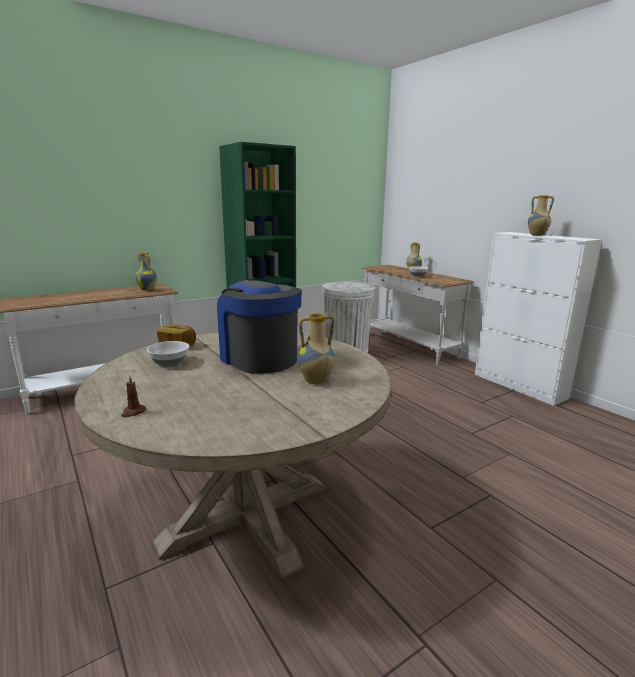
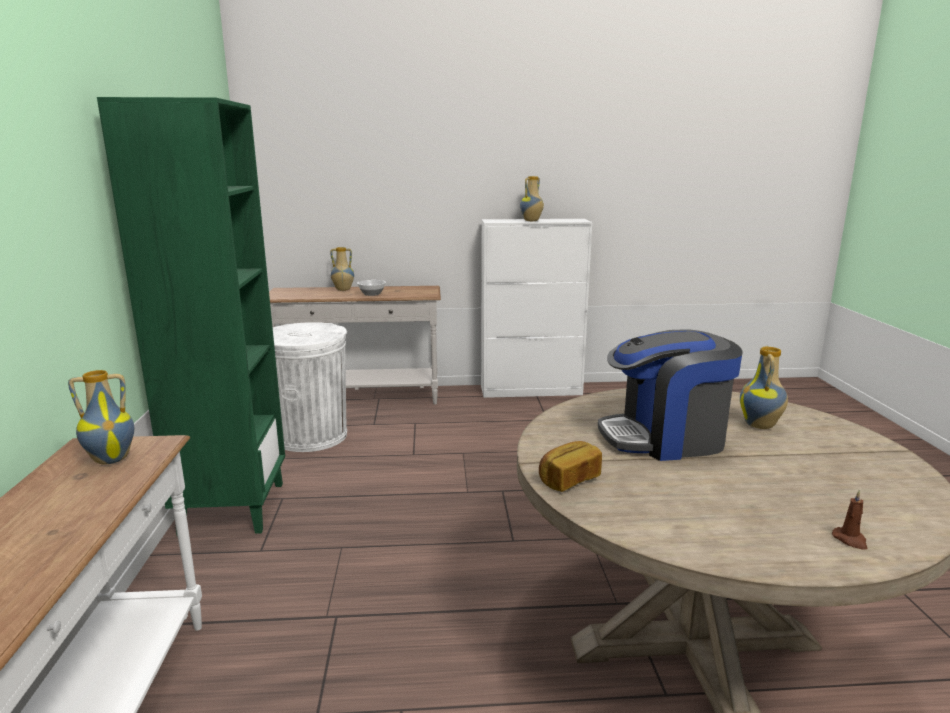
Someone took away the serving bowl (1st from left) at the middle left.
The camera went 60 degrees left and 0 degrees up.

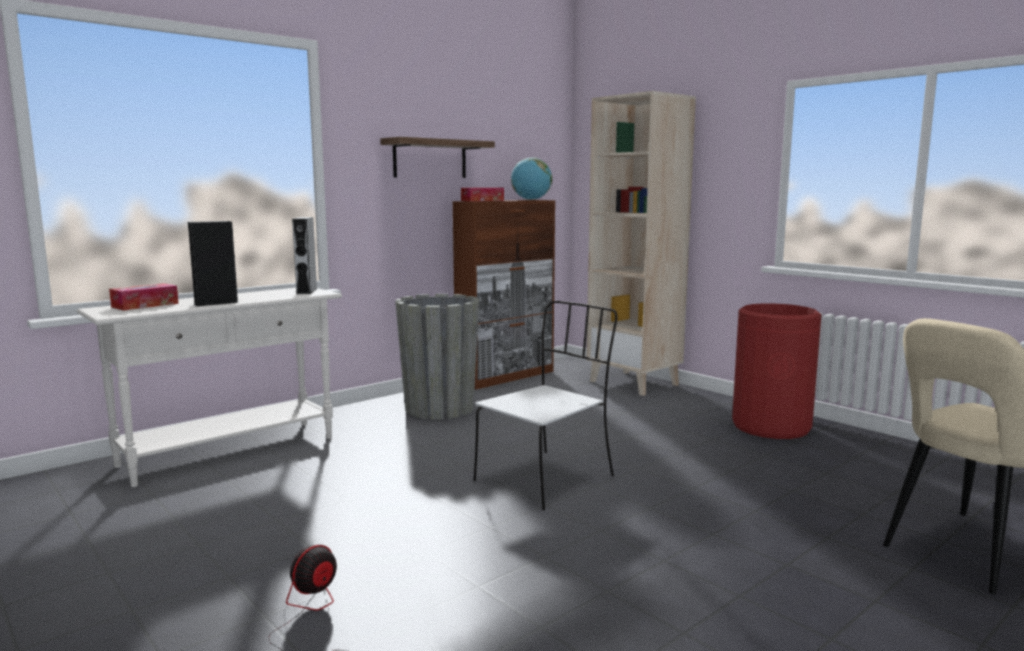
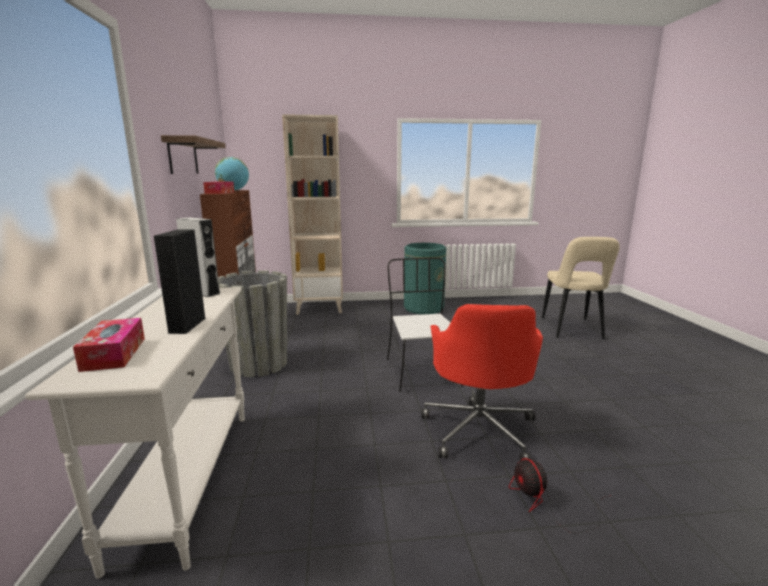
Someone repainted the trash can (reddish) at the middle right, which became the trash can (green) at the centre.
Someone put down the office chair (reddish) at the centre.
The camera went 55 degrees left and 5 degrees up.

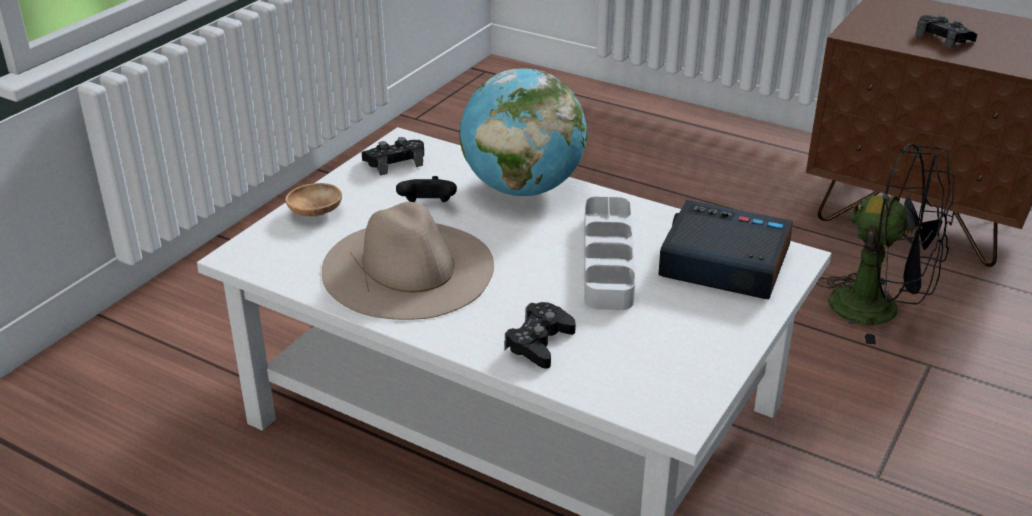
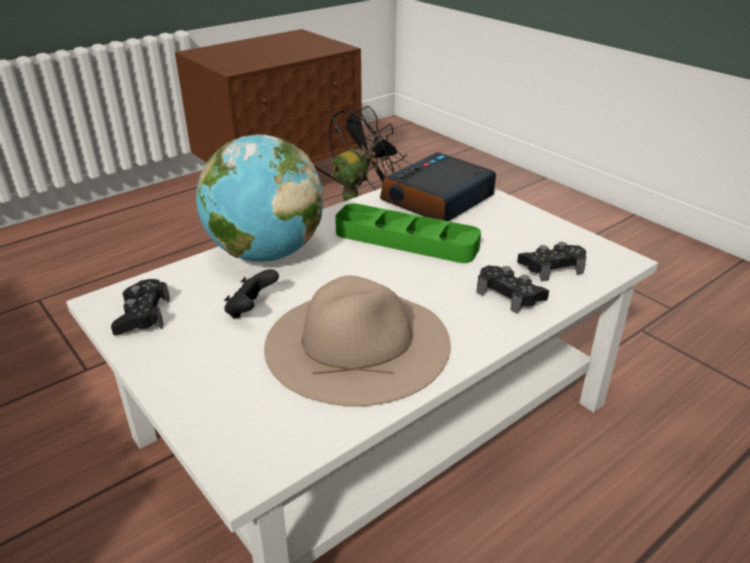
Someone carried the game controller (black-coloured) (4th from left) from the top right to the middle right.
Someone took away the serving bowl (brownish) at the middle left.
Someone repainted the tray (greyish) at the centre, which became the tray (green) at the centre.
The camera went 70 degrees left and 0 degrees up.

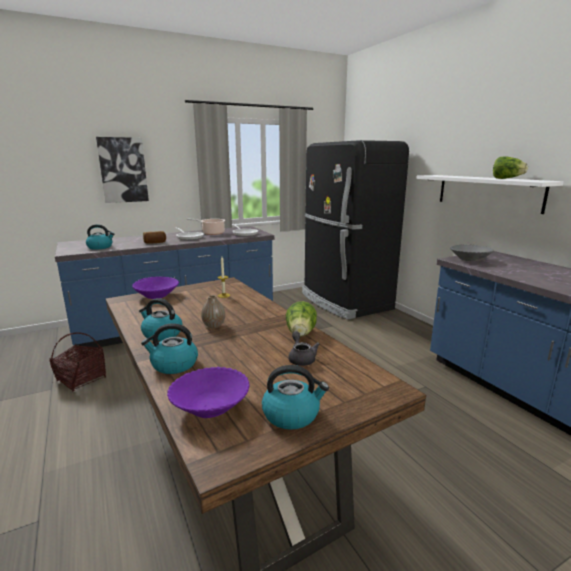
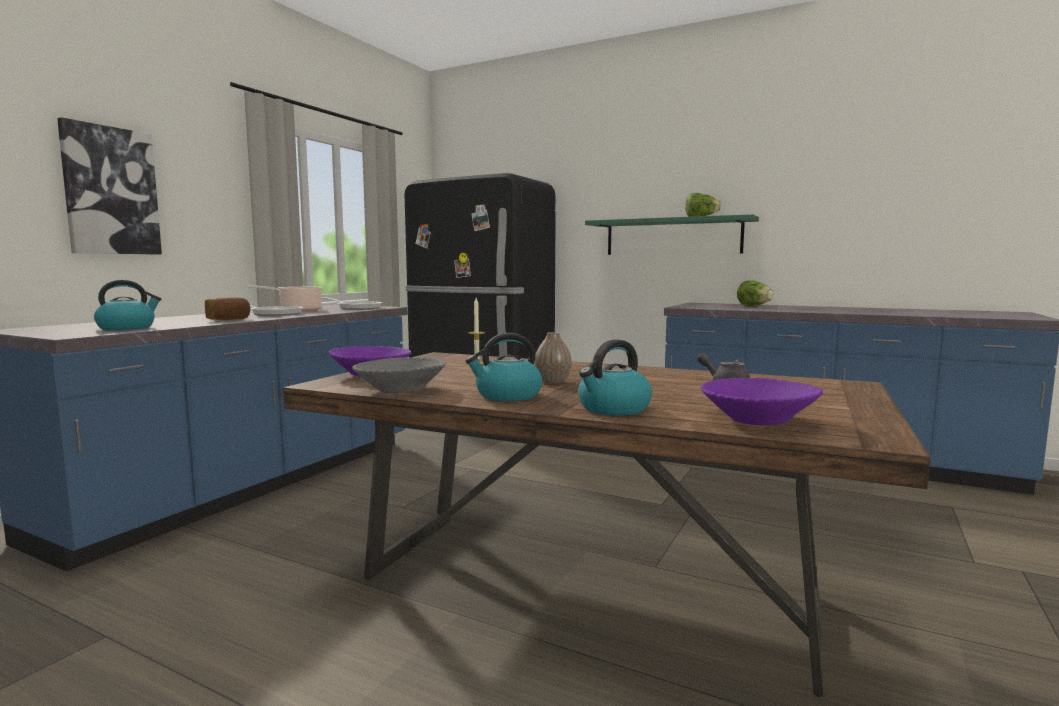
Someone repainted the shelf (white) at the middle right, which became the shelf (green) at the top centre.
Someone carried the serving bowl (greyish) from the middle right to the centre.
Someone carried the lettuce (1st from left in the first image) from the centre to the middle right.
Someone took away the basket at the middle left.
Someone took away the water kettle (4th from left) at the bottom centre.
The camera went 35 degrees left and 10 degrees down.

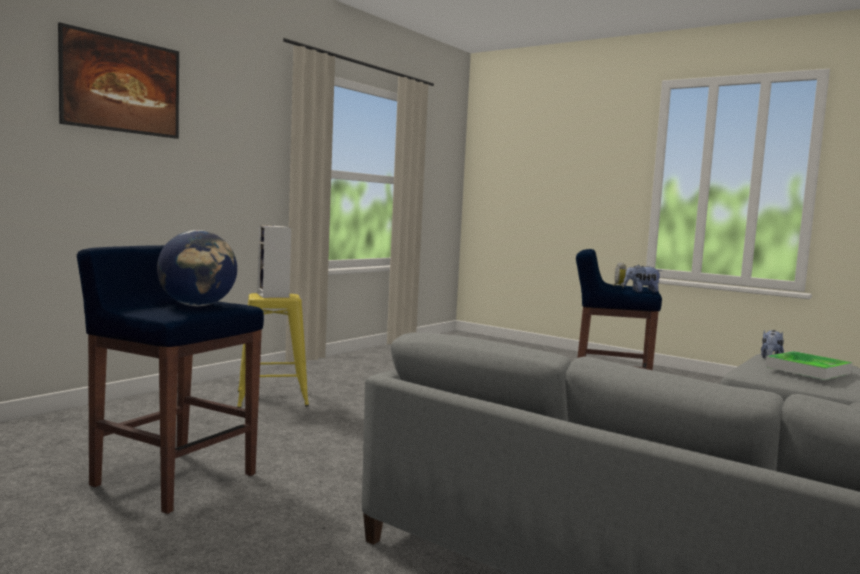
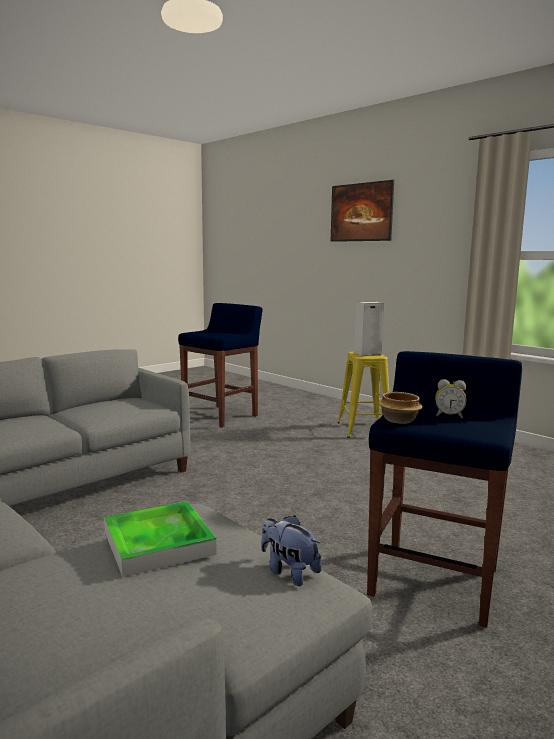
Someone took away the world globe at the middle left.
Someone swapped the plush toy (1st from left) at the middle right for the serving bowl at the middle right.
The camera went 100 degrees right and 5 degrees up.

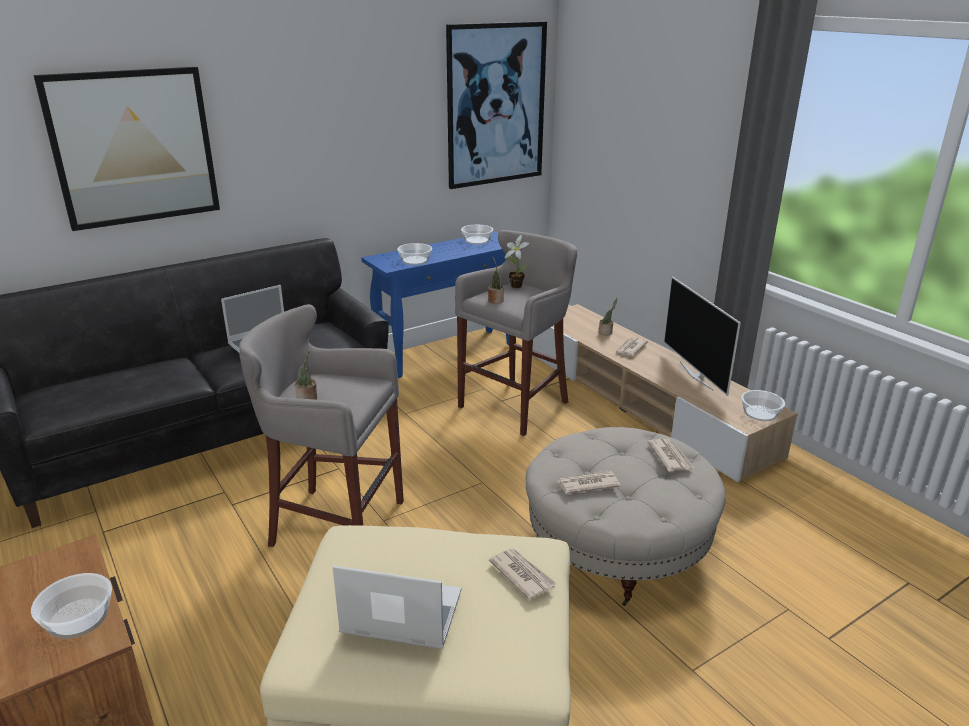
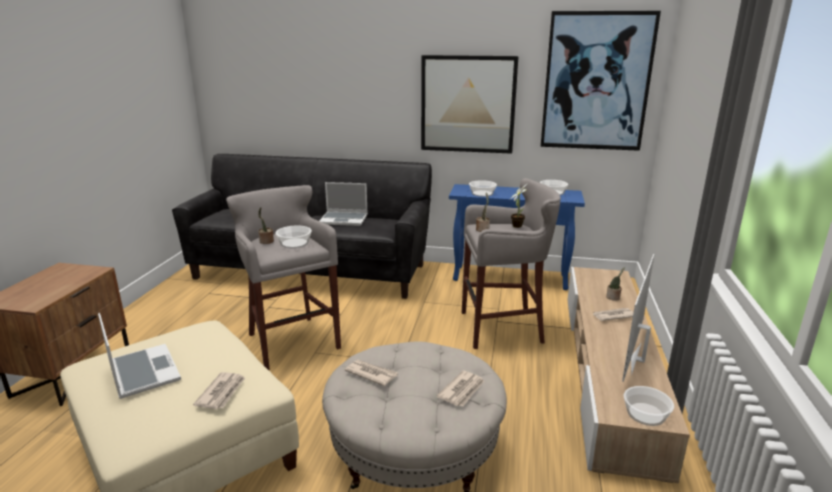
Someone carried the picture (1st from left) from the top left to the top centre.
Someone carried the serving bowl (1st from left) from the bottom left to the centre.
The camera went 45 degrees right and 5 degrees down.

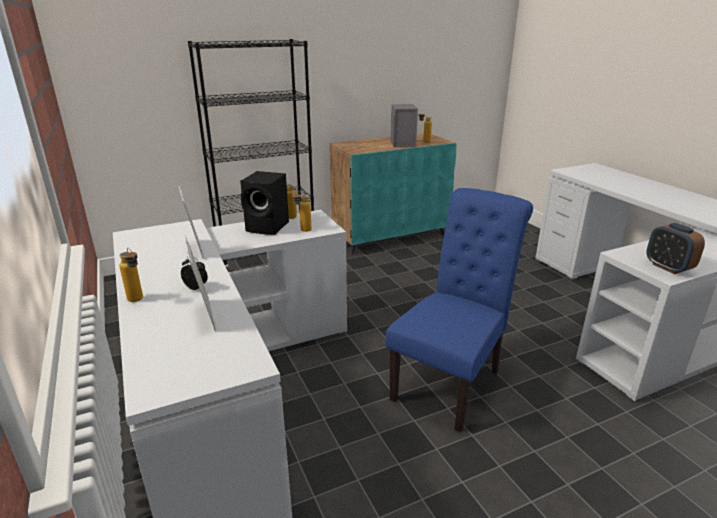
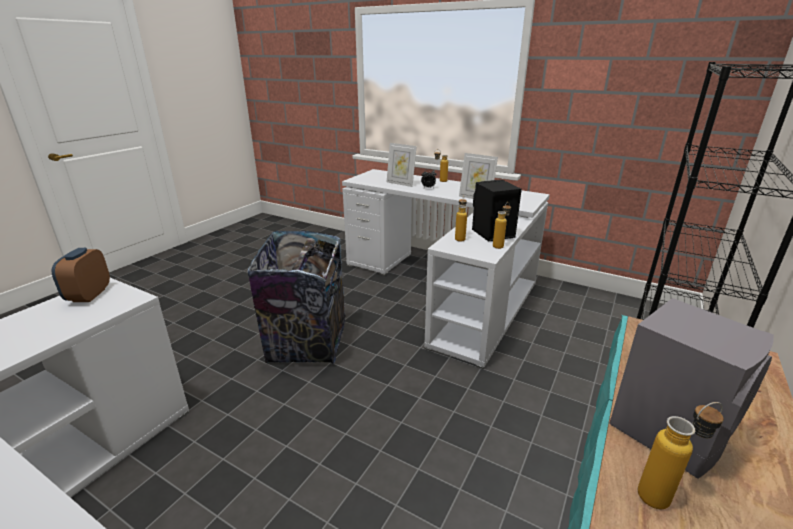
Someone swapped the upright chair (blue) at the centre for the trash can at the centre.
Someone rotated the alarm clock (2nd from left in the first image) at the middle right by 120 degrees counterclockwise.
The camera went 145 degrees right and 0 degrees up.

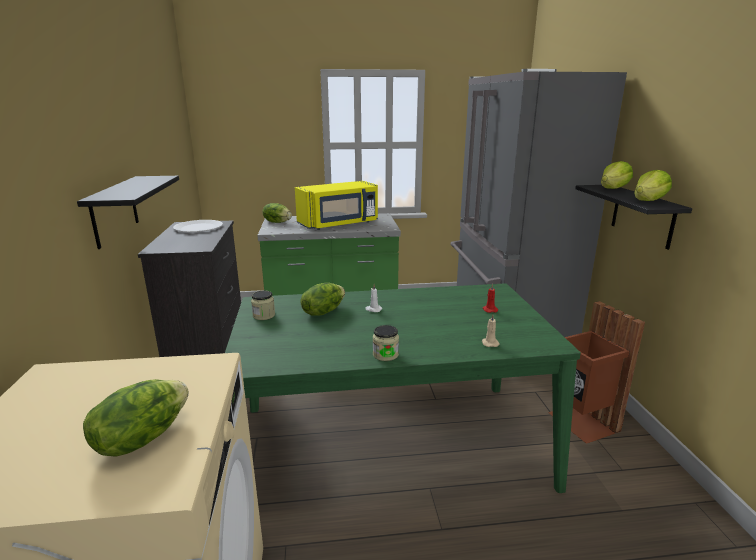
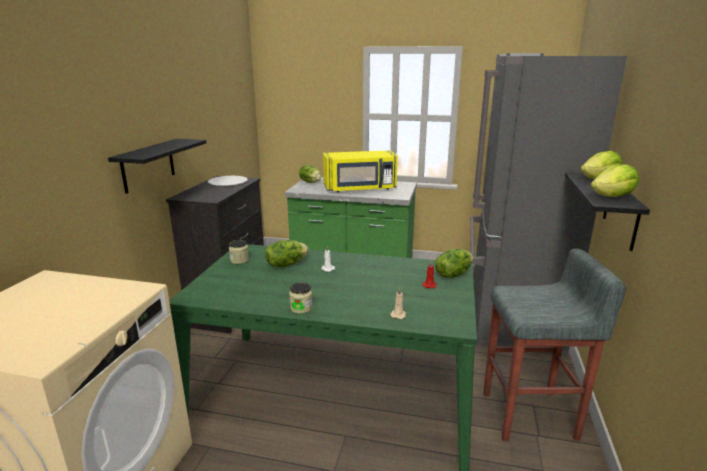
Someone swapped the trash can (brownish) at the middle right for the stool (greyish) at the bottom right.
Someone carried the lettuce (1st from left in the first image) from the bottom left to the centre.
The camera went 20 degrees right and 0 degrees up.

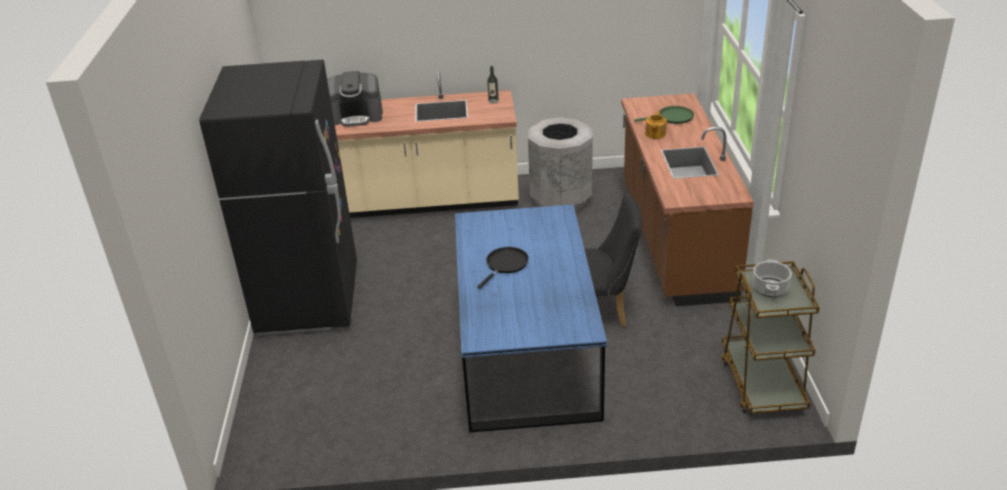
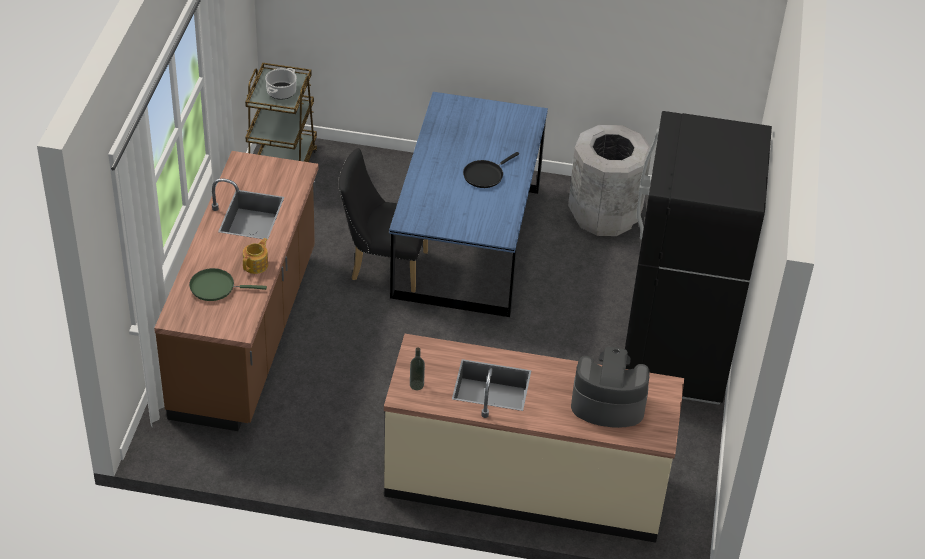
Someone carried the trash can (greyish) from the centre to the top centre.
The camera went 170 degrees left and 10 degrees up.

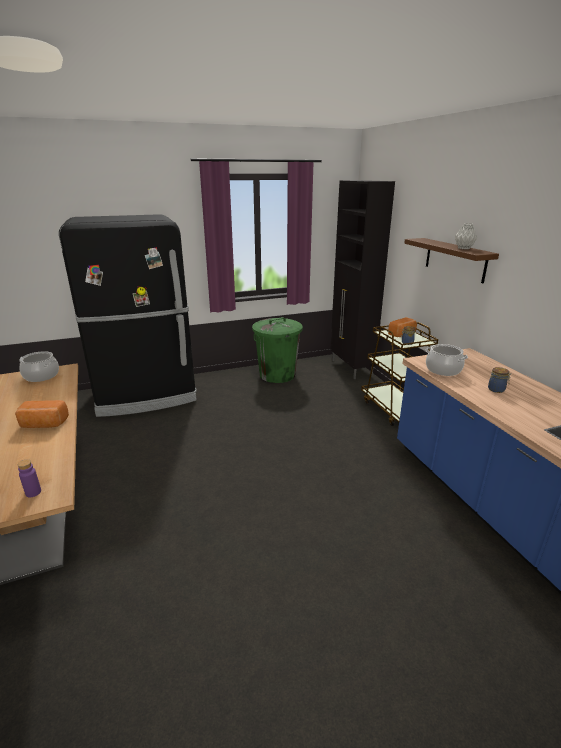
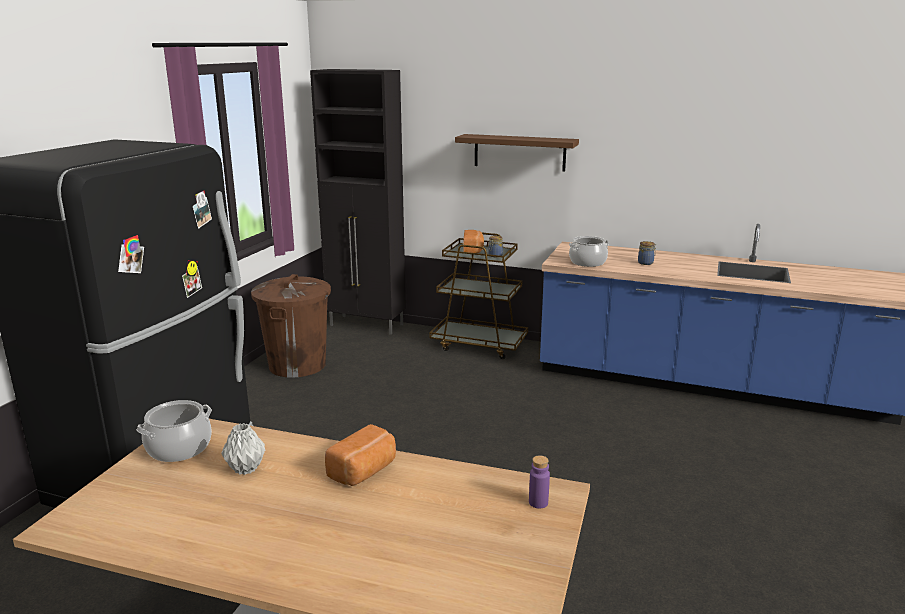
Someone carried the decorative vase (greyish) from the top right to the bottom left.
Someone repainted the trash can (green) at the centre, which became the trash can (brownish) at the middle left.
The camera went 50 degrees left and 5 degrees down.

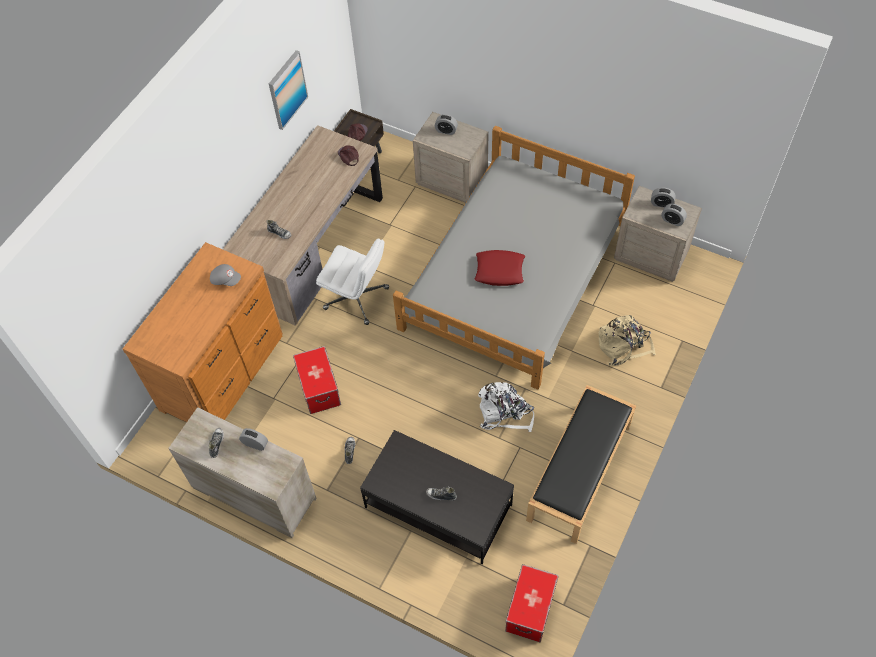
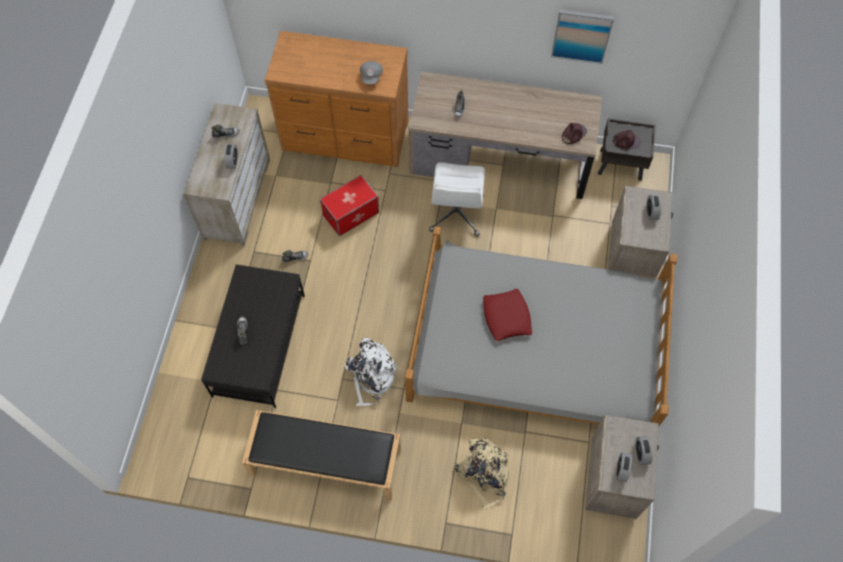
Someone took away the storage box (2nd from left) at the bottom centre.
The camera went 70 degrees right and 5 degrees up.

